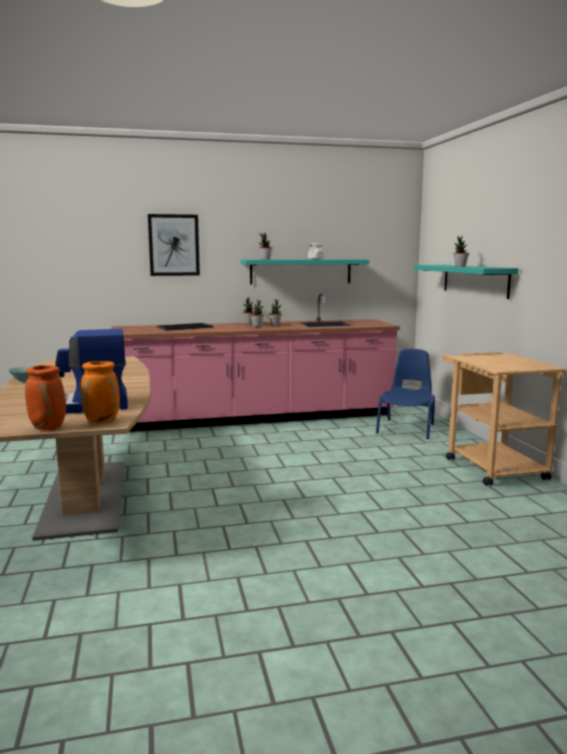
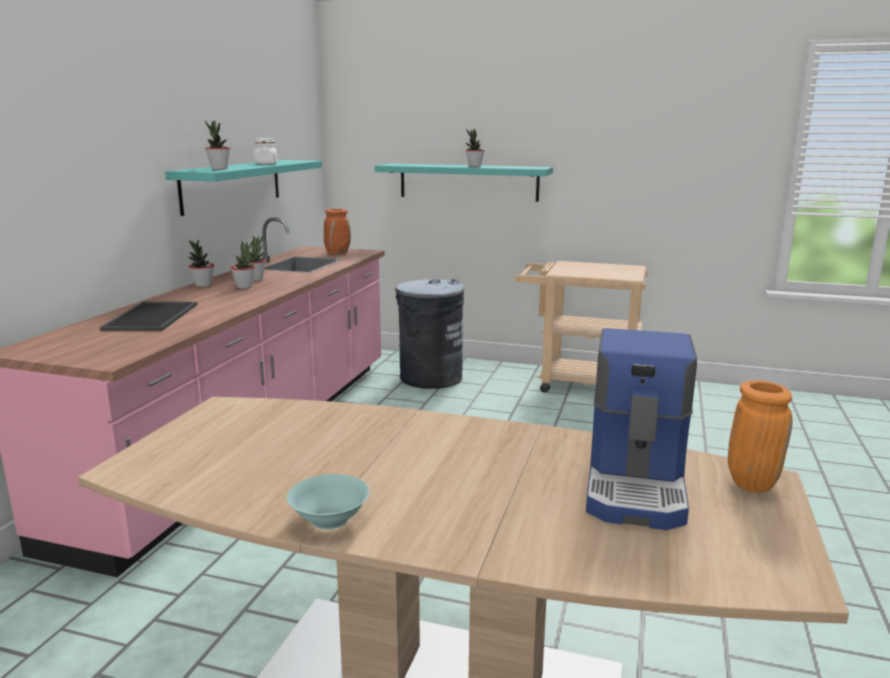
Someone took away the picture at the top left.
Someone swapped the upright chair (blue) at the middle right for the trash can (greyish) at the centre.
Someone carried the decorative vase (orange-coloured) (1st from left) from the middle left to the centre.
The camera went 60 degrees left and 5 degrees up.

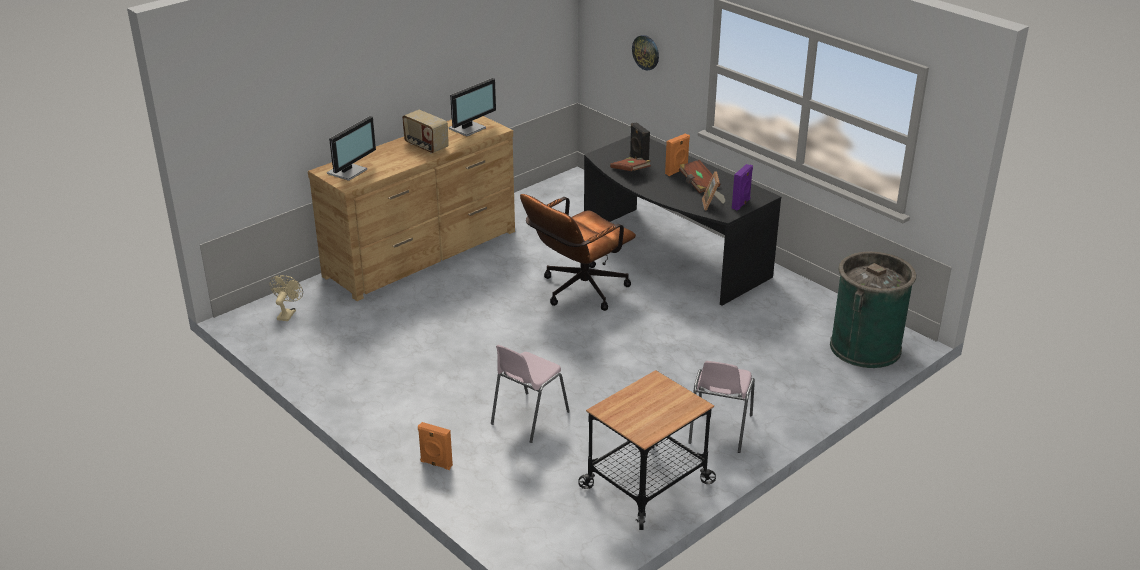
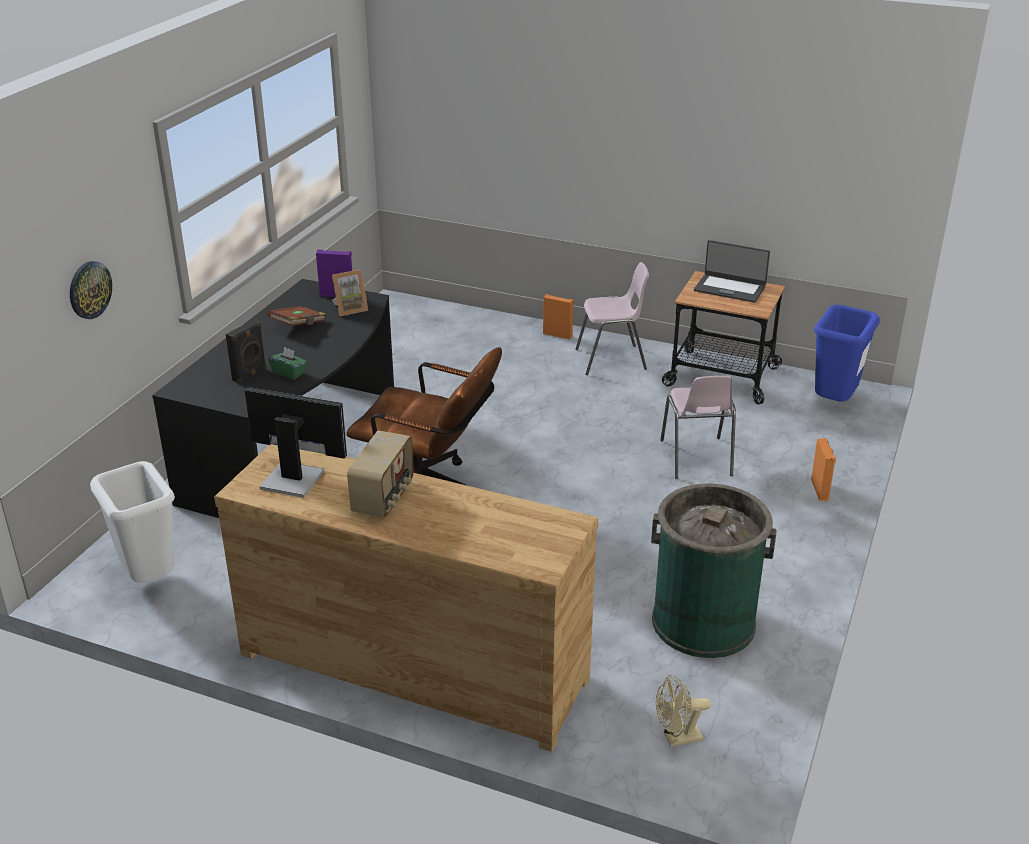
Someone took away the computer display (1st from left) at the top left.
Someone carried the speaker (orange-coloured) (2nd from left in the first image) from the top centre to the centre.
Someone swapped the book (brownish) (1st from left) at the top centre for the tissue box (green) at the middle left.
Someone carried the trash can (green) from the middle right to the bottom right.
Someone rotated the upright chair (pink-coloured) (1st from left in the first image) at the bottom centre by 75 degrees clockwise.
Someone put down the portable computer at the top right.
Someone put down the trash can (blue) at the middle right.
Someone put down the trash can (white) at the middle left.
The camera went 115 degrees left and 0 degrees up.

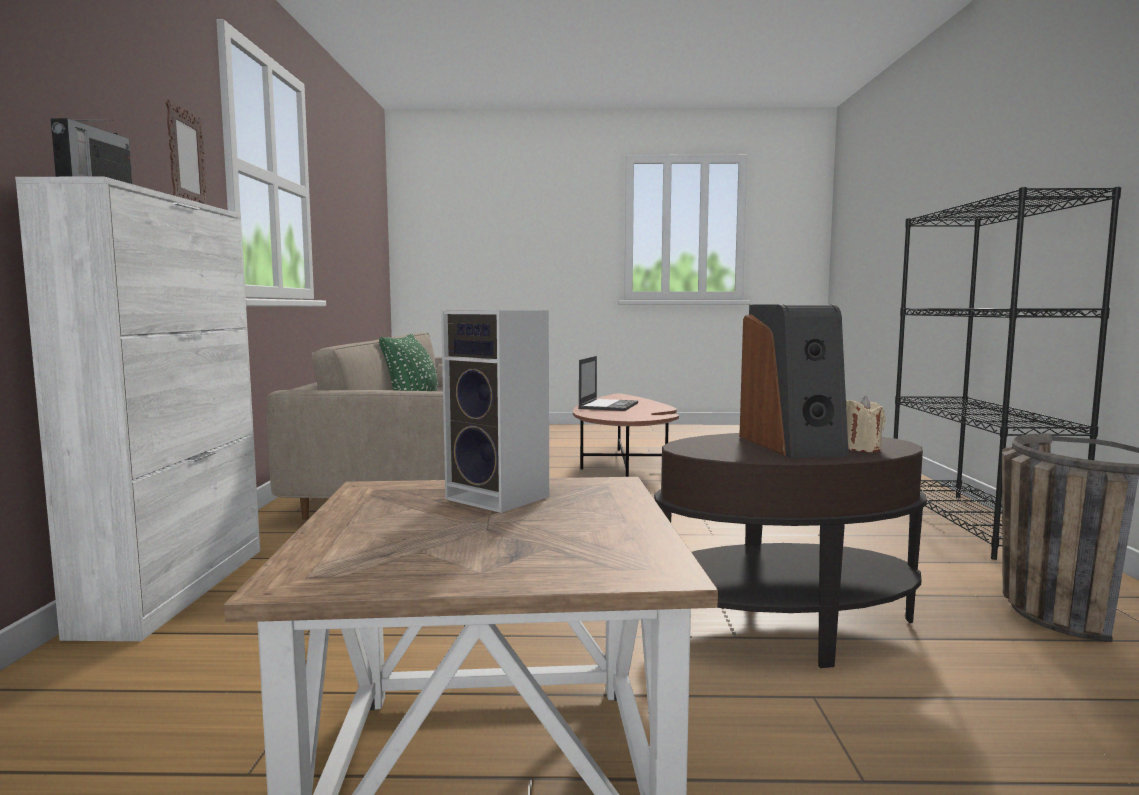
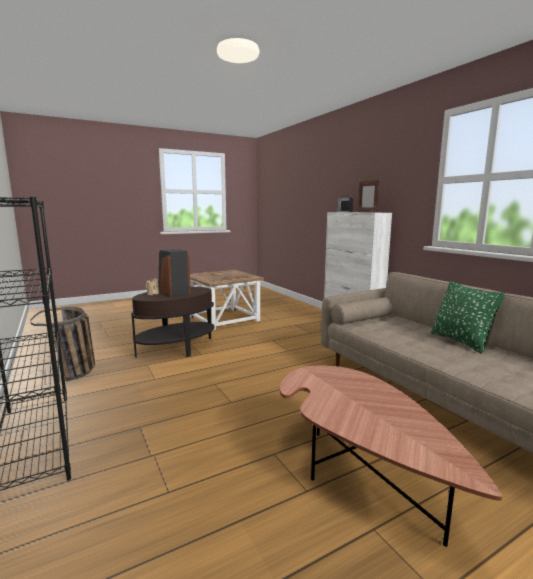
Someone took away the speaker (1st from left) at the centre.
Someone took away the portable computer at the centre.
The camera went 150 degrees right and 5 degrees up.

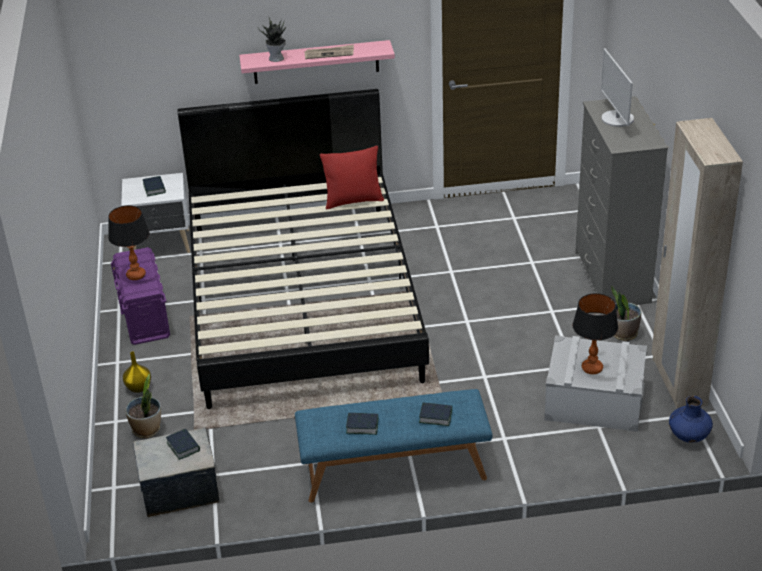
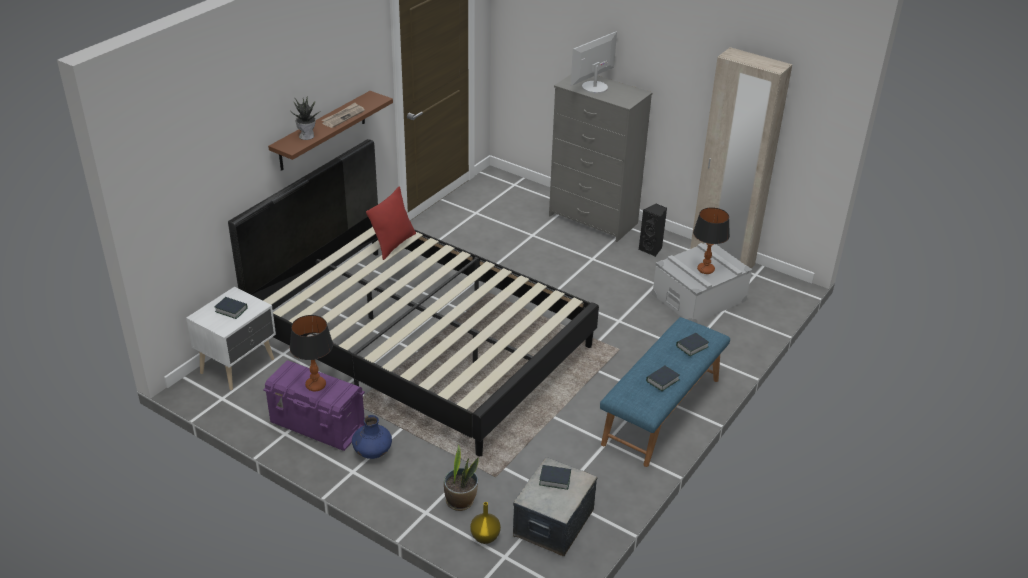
Someone repainted the shelf (pink-coloured) at the top centre, which became the shelf (brownish) at the top left.
Someone rotated the computer display at the top right by 105 degrees clockwise.
Someone swapped the potted plant (3rd from left) at the middle right for the speaker (black-coloured) at the centre.
Someone carried the decorative vase (yellow) from the middle left to the bottom centre.
Someone carried the decorative vase (blue) from the bottom right to the bottom centre.
The camera went 50 degrees left and 0 degrees up.

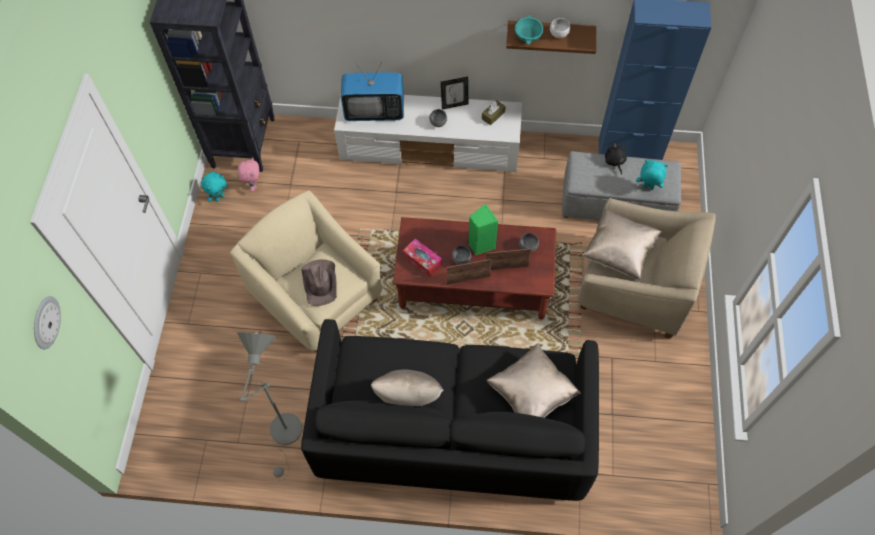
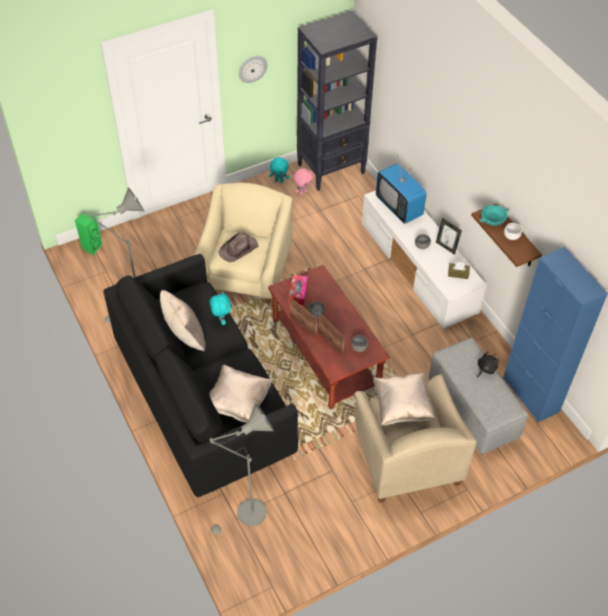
Someone carried the plush toy (turquoise) (2nd from left in the first image) from the top right to the centre.
Someone carried the speaker (green) from the centre to the middle left.
Someone carried the clock on the wall from the middle left to the top centre.
Someone put down the floor lamp (greyish) (2nd from left) at the bottom centre.
The camera went 55 degrees right and 10 degrees down.

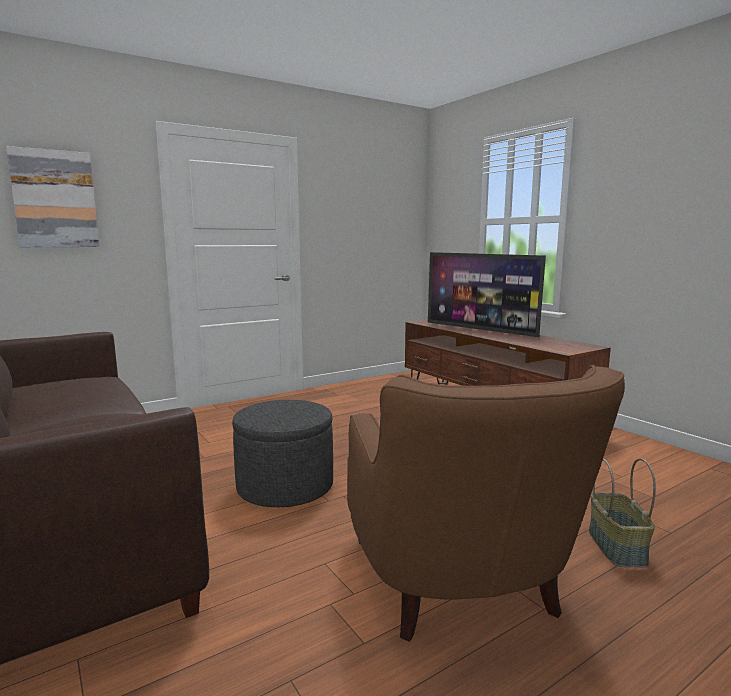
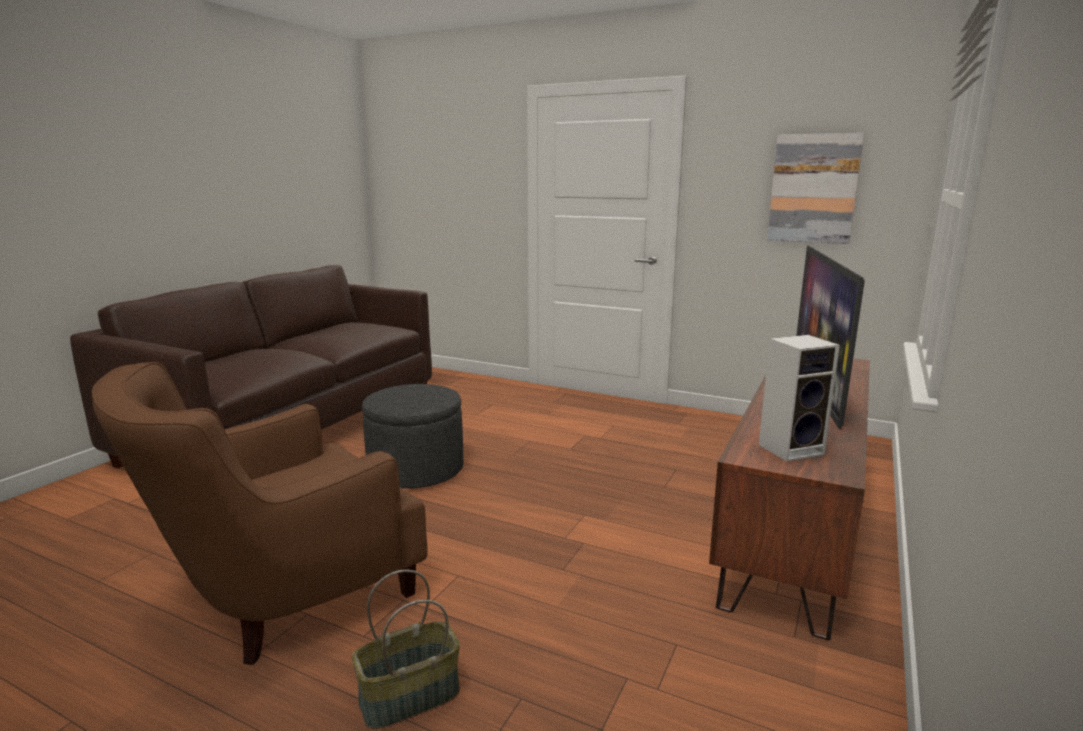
Someone carried the picture from the top left to the top right.
Someone put down the speaker at the middle right.
The camera went 60 degrees right and 5 degrees up.

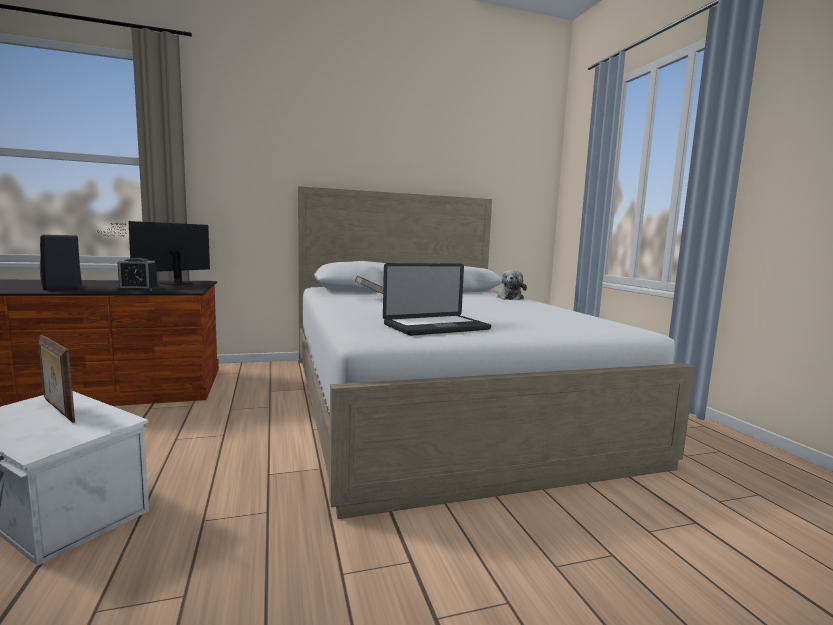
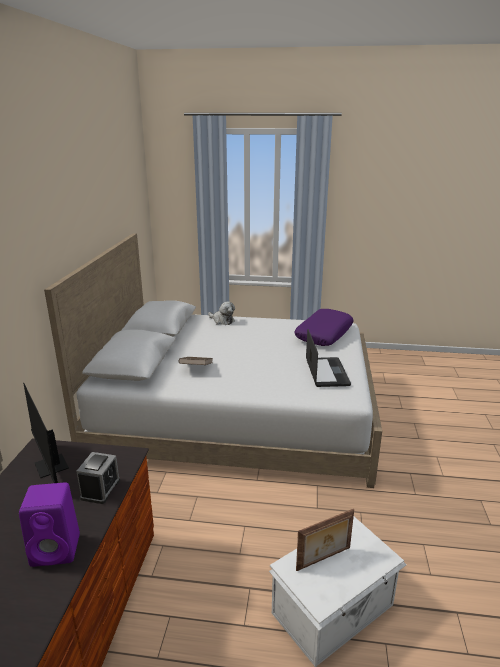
Someone repainted the speaker (black-coloured) at the middle left, which became the speaker (purplish) at the bottom left.
Someone put down the cushion (purplish) at the centre.
The camera went 65 degrees left and 15 degrees up.

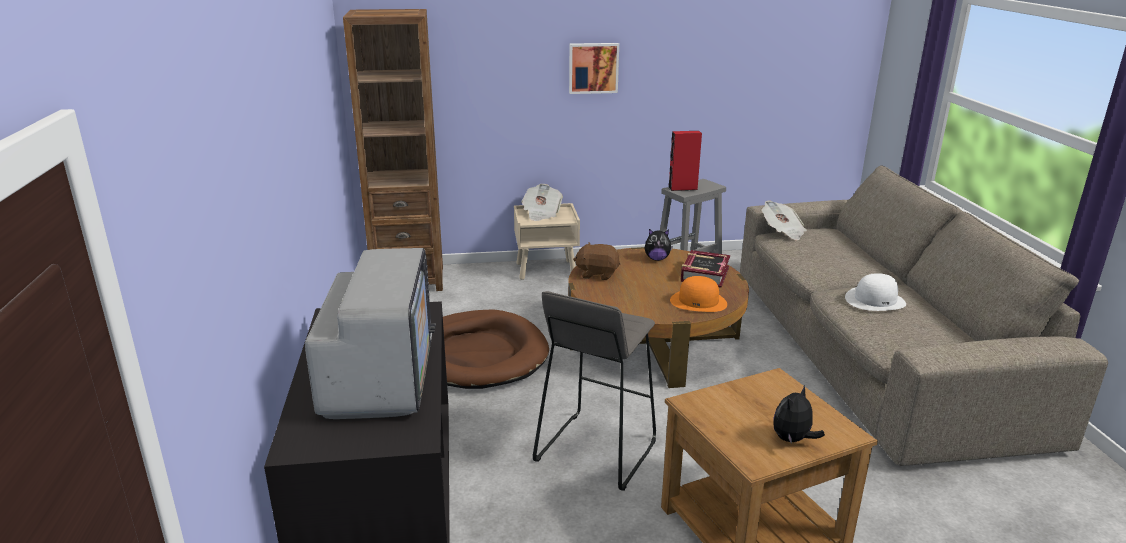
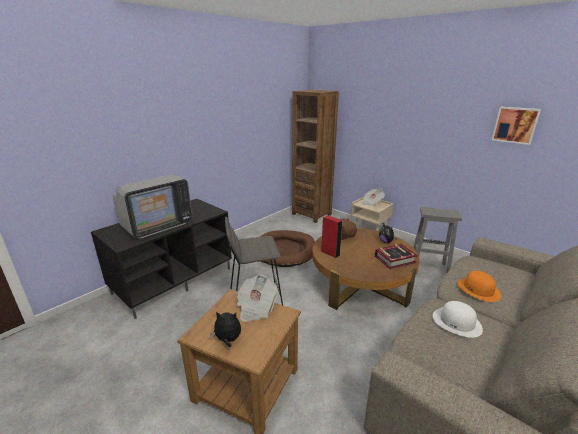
Someone carried the picture from the top centre to the top right.
Someone carried the speaker (reddish) from the top centre to the centre.
Someone carried the daily paper (2nd from left in the first image) from the middle right to the bottom centre.
Someone carried the hat (orange-coloured) from the centre to the middle right.
The camera went 50 degrees right and 0 degrees up.

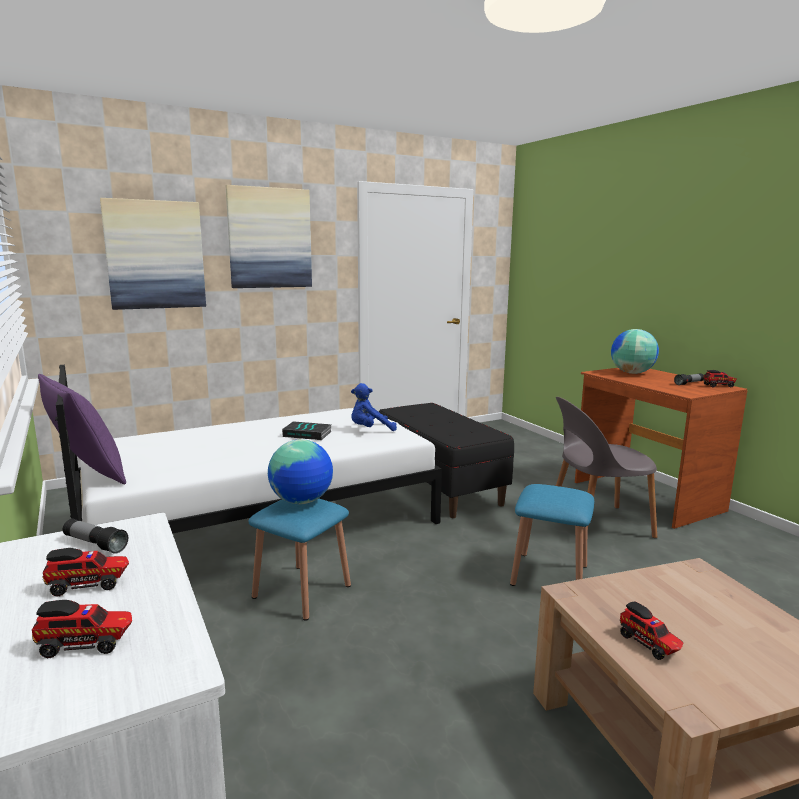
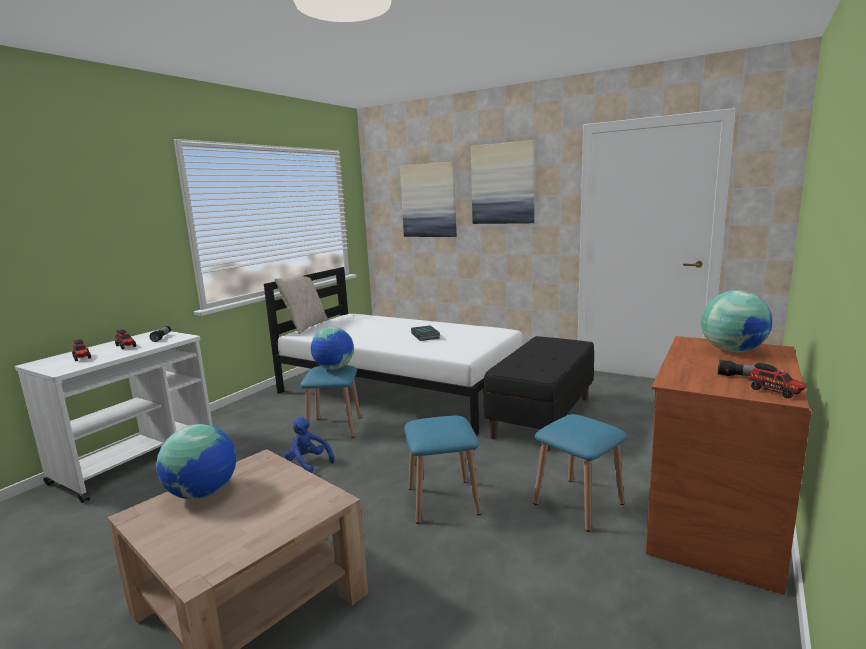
Someone repainted the cushion (purplish) at the middle left, which became the cushion (beige-coloured) at the centre.
Someone carried the plush toy (blue) from the centre to the bottom centre.
Someone swapped the upright chair (greyish) at the middle right for the stool (blue) (3rd from left) at the bottom right.
Someone swapped the model truck (3rd from left) at the bottom right for the world globe (1st from left) at the bottom left.
The camera went 60 degrees right and 0 degrees up.

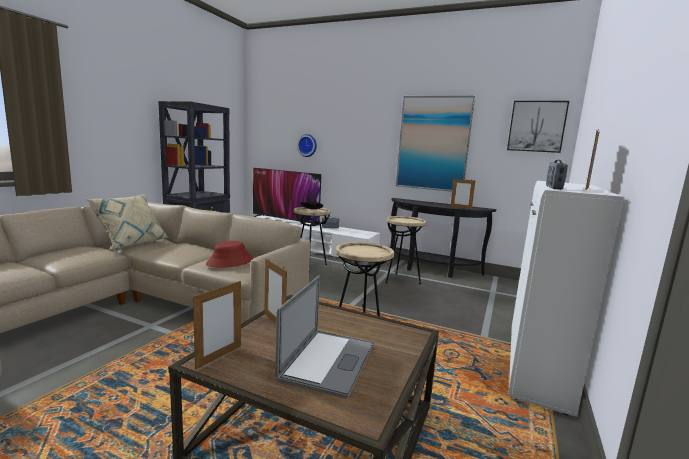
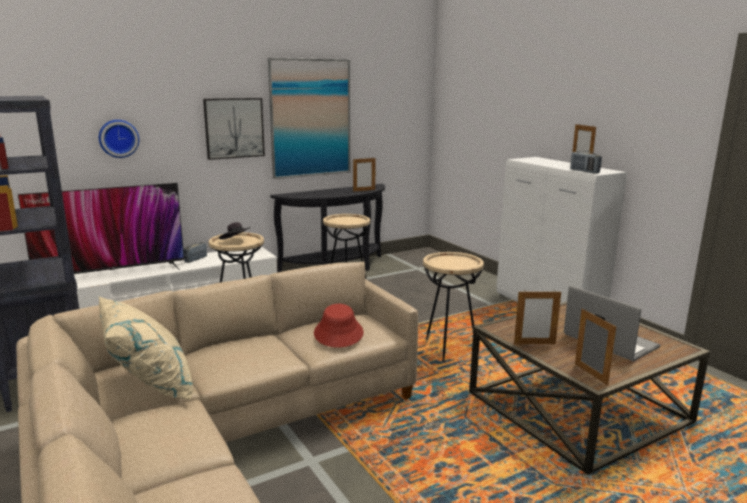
Someone carried the picture (2nd from left in the first image) from the top right to the top left.
The camera went 55 degrees left and 5 degrees up.

